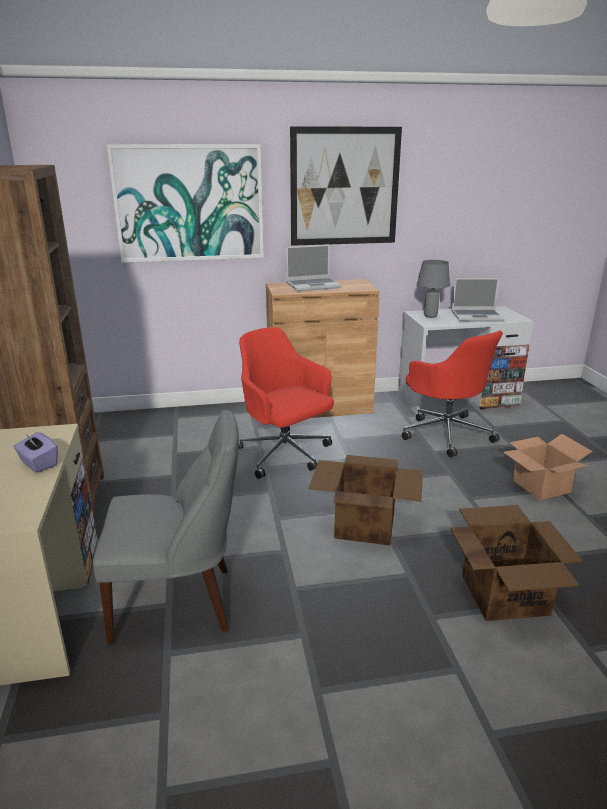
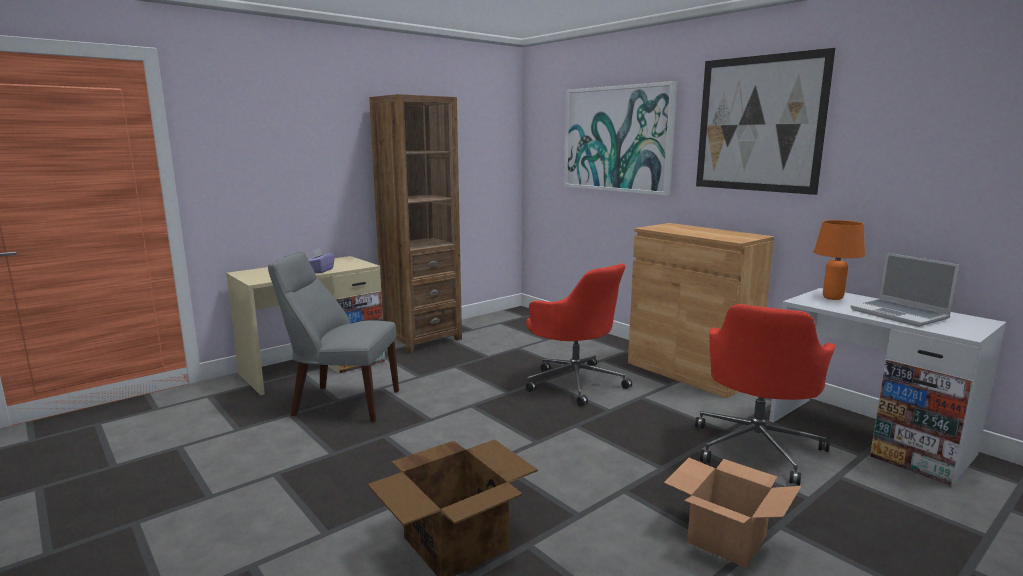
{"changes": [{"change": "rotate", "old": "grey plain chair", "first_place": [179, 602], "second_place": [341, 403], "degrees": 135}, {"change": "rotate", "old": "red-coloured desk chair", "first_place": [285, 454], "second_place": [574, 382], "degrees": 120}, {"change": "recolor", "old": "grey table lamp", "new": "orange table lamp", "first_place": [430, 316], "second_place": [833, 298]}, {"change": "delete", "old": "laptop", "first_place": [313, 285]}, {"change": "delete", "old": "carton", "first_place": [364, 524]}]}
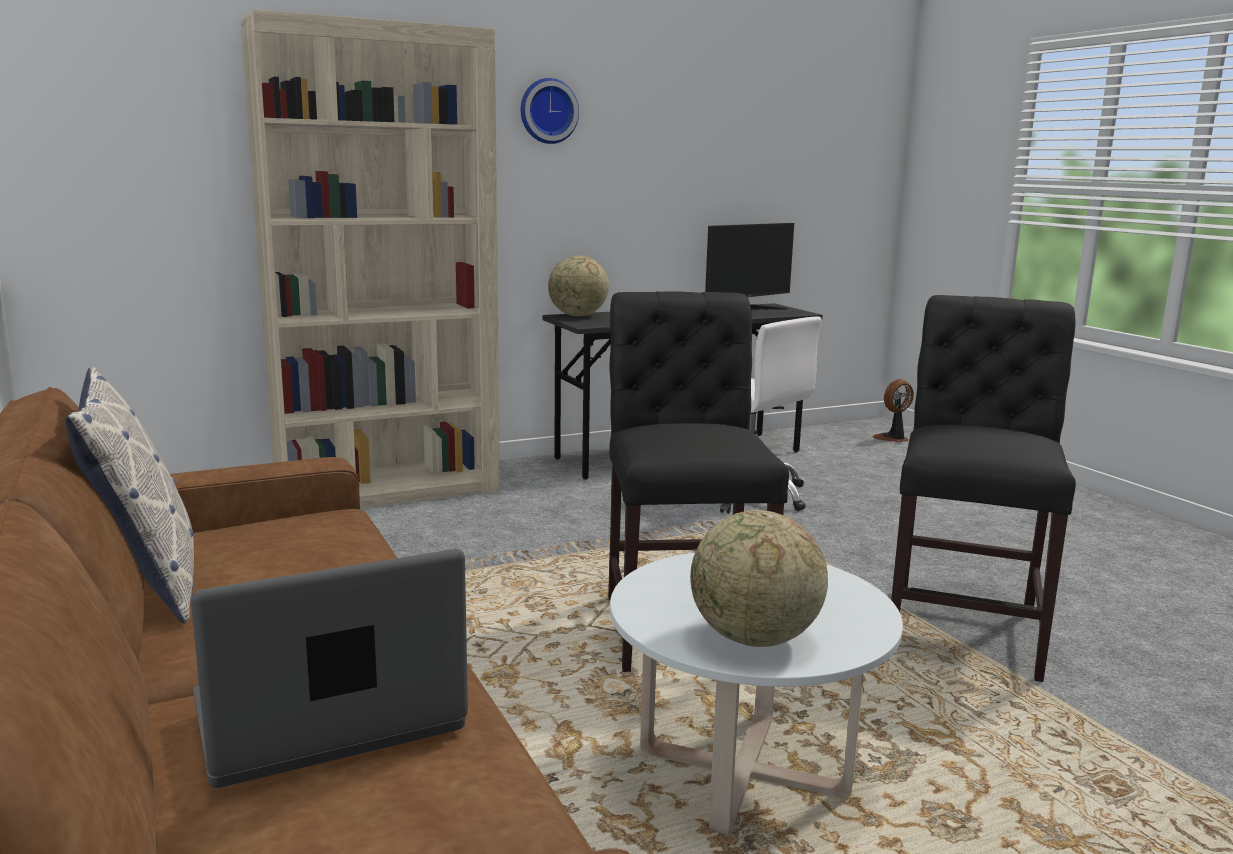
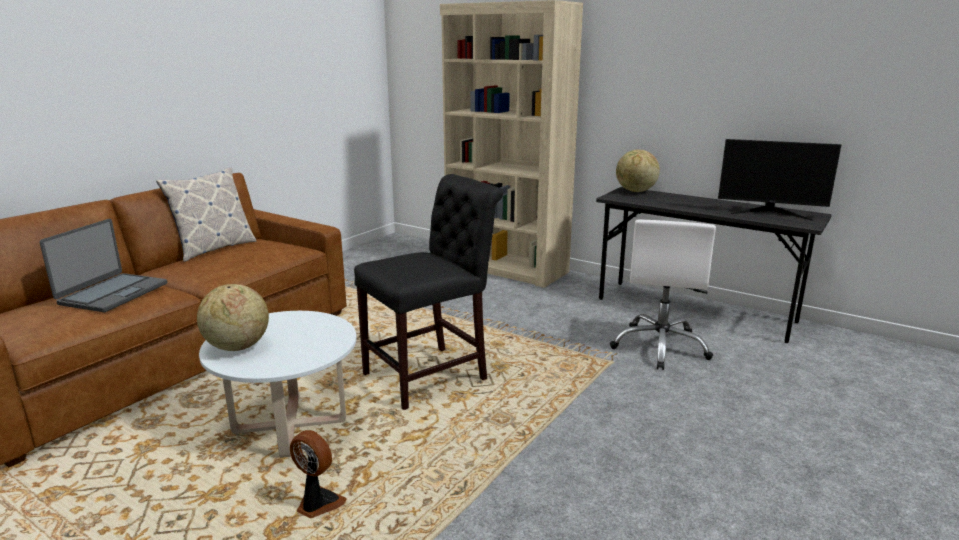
{"changes": [{"change": "rotate", "old": "laptop", "first_place": [329, 717], "second_place": [112, 294], "degrees": 75}, {"change": "move", "old": "electric fan", "first_place": [893, 439], "second_place": [318, 504]}, {"change": "delete", "old": "hanging clock", "first_place": [547, 111]}, {"change": "delete", "old": "black-coloured plain chair", "first_place": [965, 626]}]}
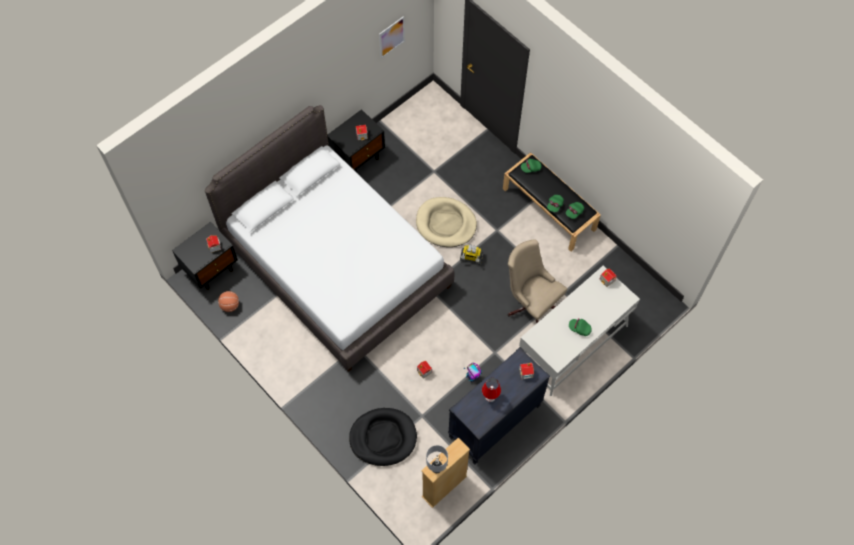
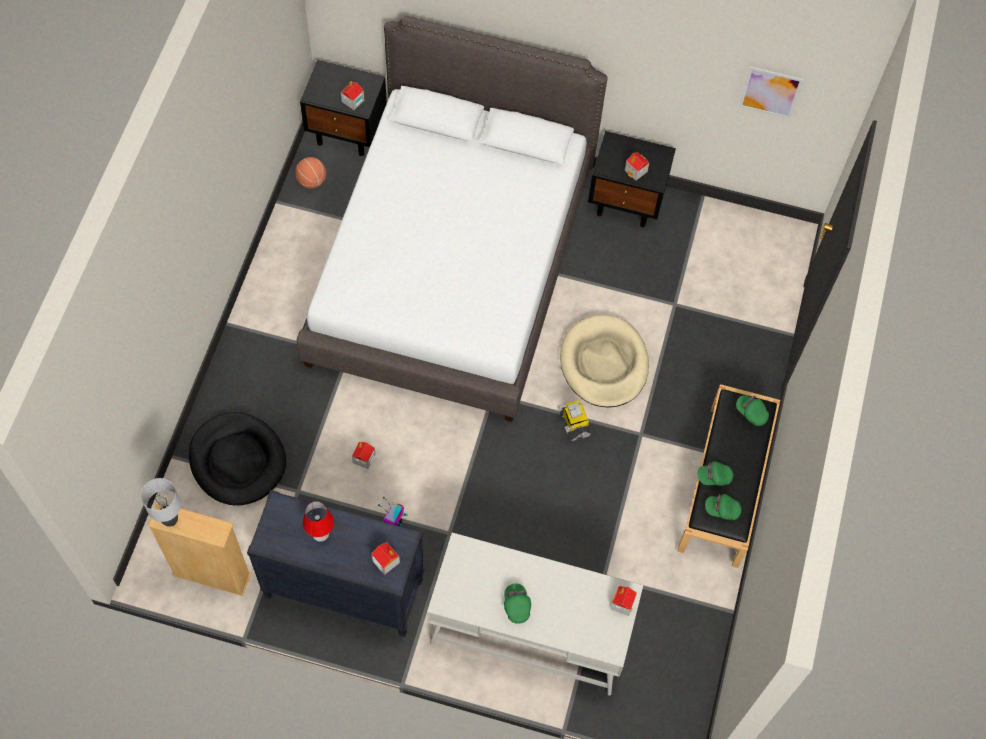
{"changes": [{"change": "delete", "old": "beige-coloured desk chair", "first_place": [531, 303]}]}
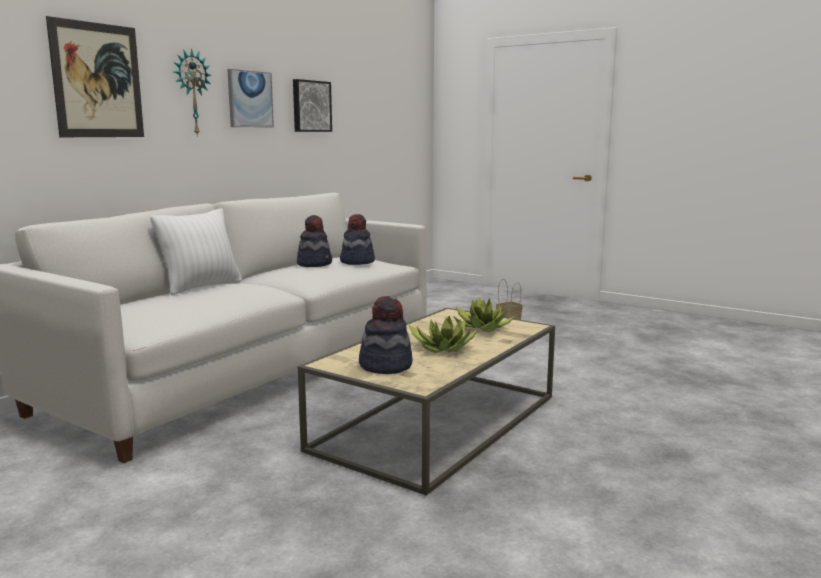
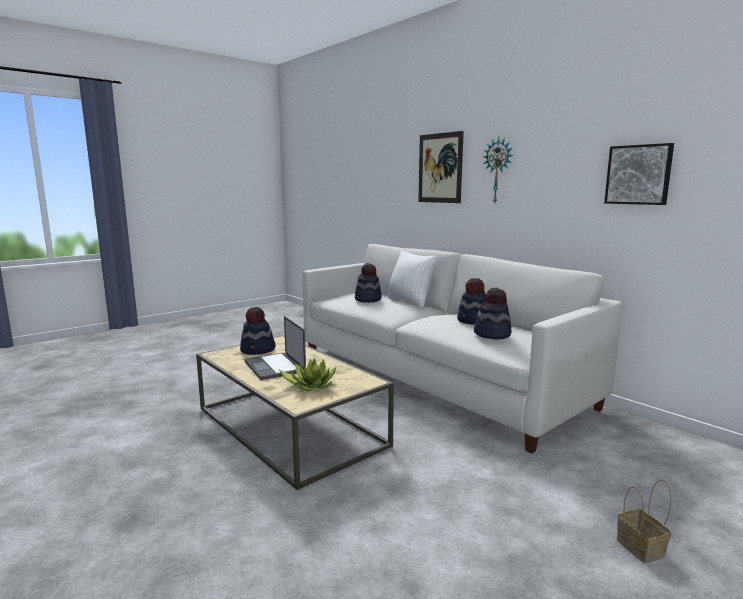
{"changes": [{"change": "replace", "old": "potted plant", "new": "laptop", "first_place": [443, 348], "second_place": [275, 366]}, {"change": "insert", "new": "hat", "second_place": [368, 299]}, {"change": "delete", "old": "picture", "first_place": [250, 99]}]}
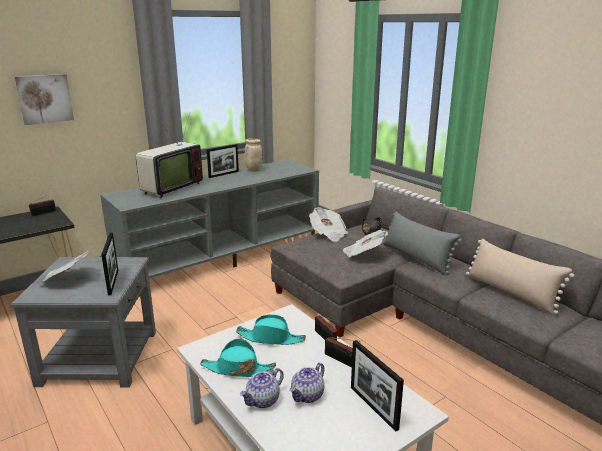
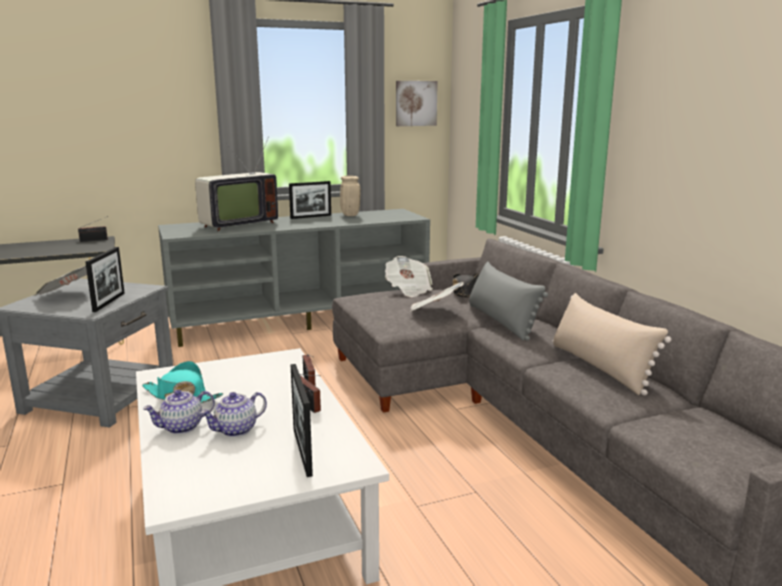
{"changes": [{"change": "move", "old": "picture", "first_place": [45, 98], "second_place": [415, 103]}, {"change": "delete", "old": "turquoise-coloured hat", "first_place": [271, 338]}]}
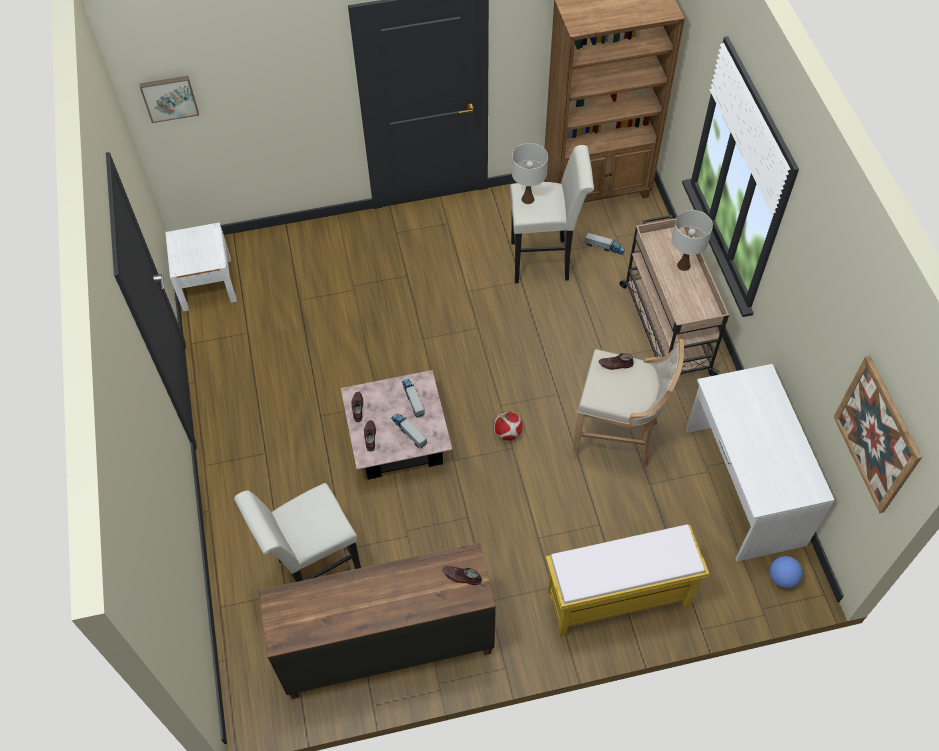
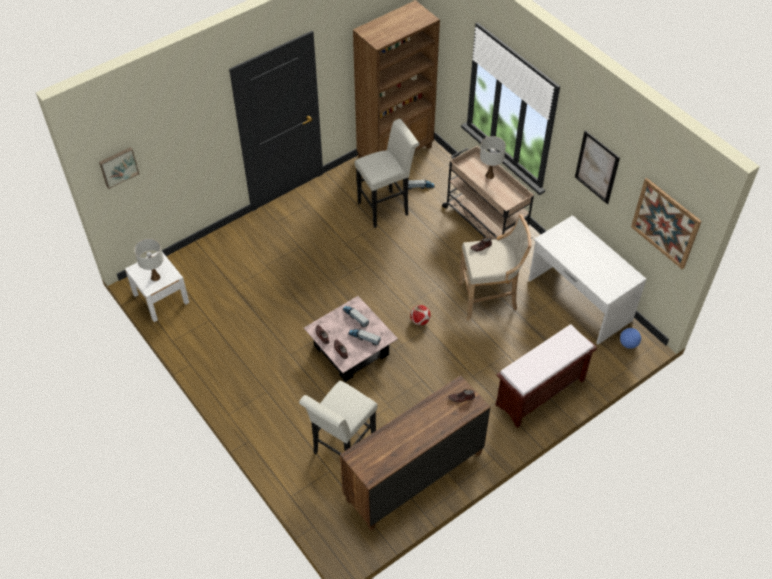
{"changes": [{"change": "move", "old": "white-coloured table lamp", "first_place": [528, 199], "second_place": [155, 277]}, {"change": "recolor", "old": "yellowish bench", "new": "brownish bench", "first_place": [616, 600], "second_place": [539, 393]}, {"change": "insert", "new": "picture", "second_place": [597, 167]}]}
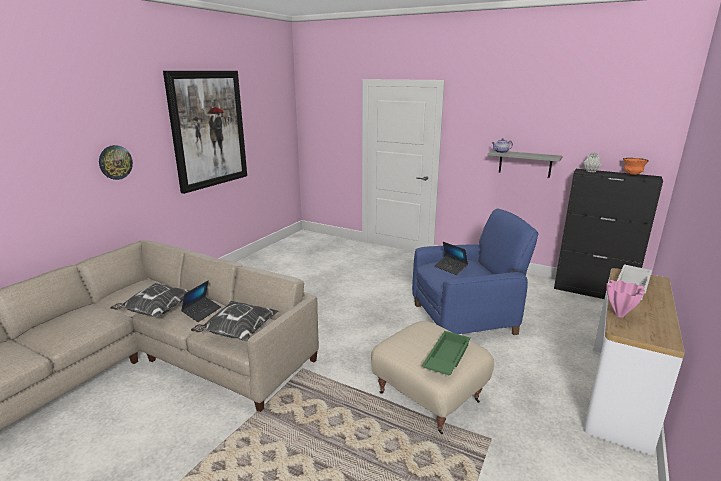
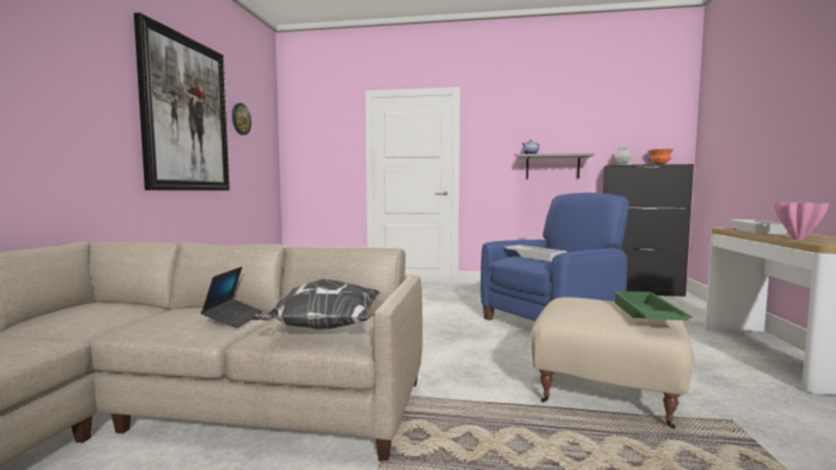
{"changes": [{"change": "move", "old": "hanging clock", "first_place": [115, 162], "second_place": [240, 119]}, {"change": "replace", "old": "laptop", "new": "white-coloured tray", "first_place": [450, 268], "second_place": [535, 256]}, {"change": "delete", "old": "pillow", "first_place": [156, 311]}]}
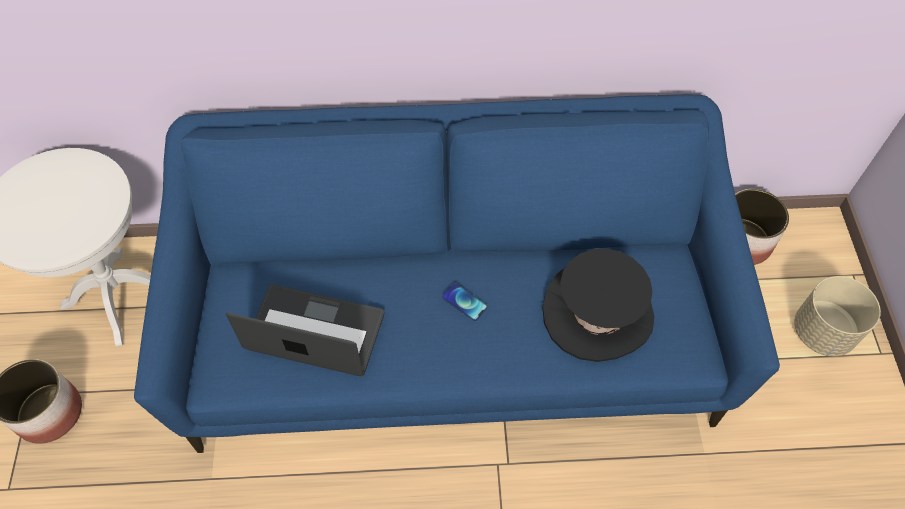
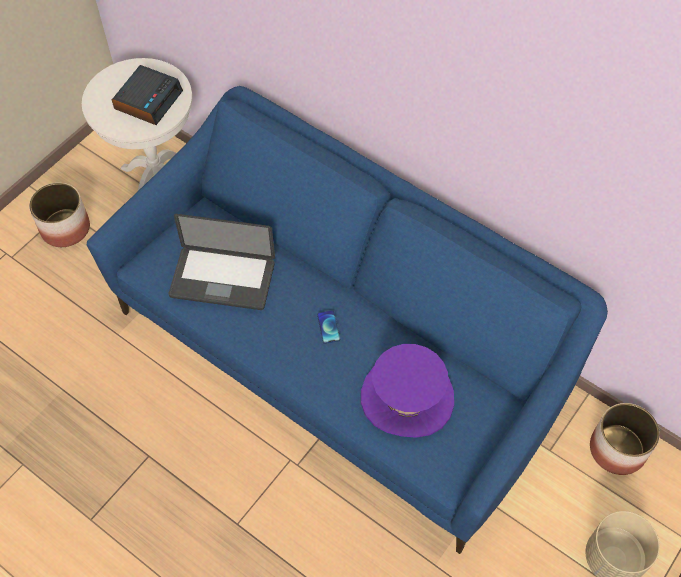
{"changes": [{"change": "insert", "new": "alarm clock", "second_place": [148, 100]}, {"change": "rotate", "old": "laptop", "first_place": [315, 332], "second_place": [222, 279], "degrees": 135}, {"change": "recolor", "old": "black-coloured hat", "new": "purple-coloured hat", "first_place": [597, 314], "second_place": [407, 398]}]}
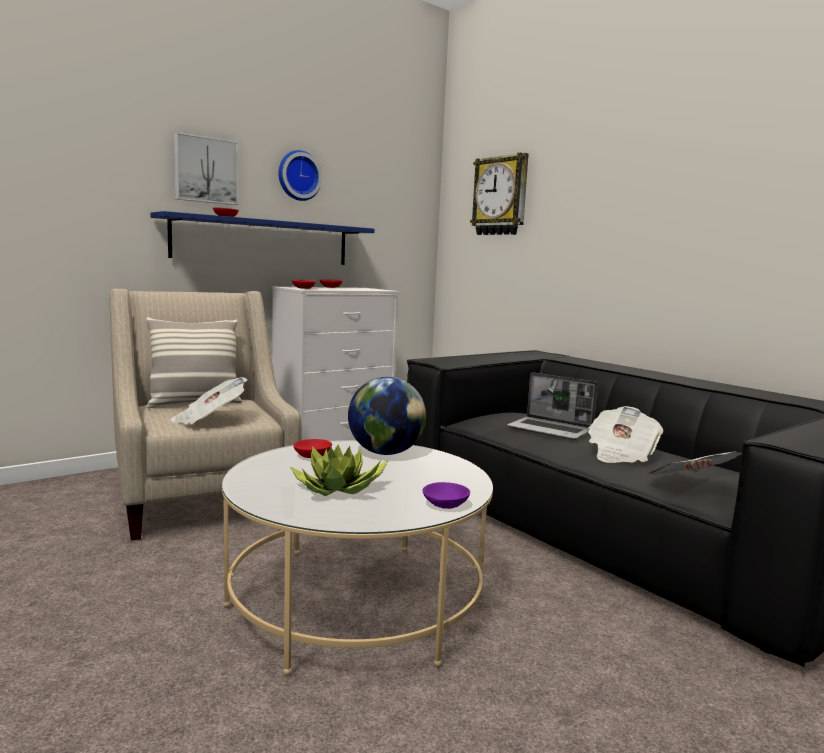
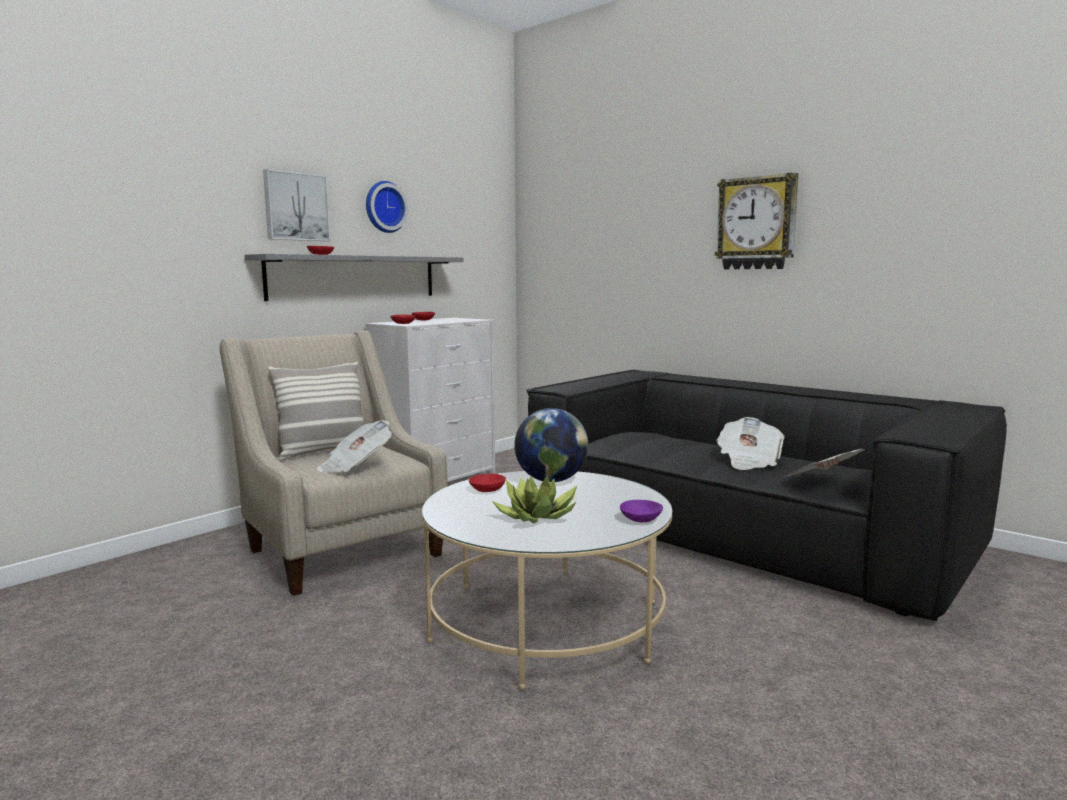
{"changes": [{"change": "recolor", "old": "blue-coloured wall shelf", "new": "grey wall shelf", "first_place": [264, 241], "second_place": [355, 277]}, {"change": "move", "old": "hanging clock", "first_place": [500, 196], "second_place": [756, 223]}, {"change": "delete", "old": "laptop", "first_place": [551, 430]}]}
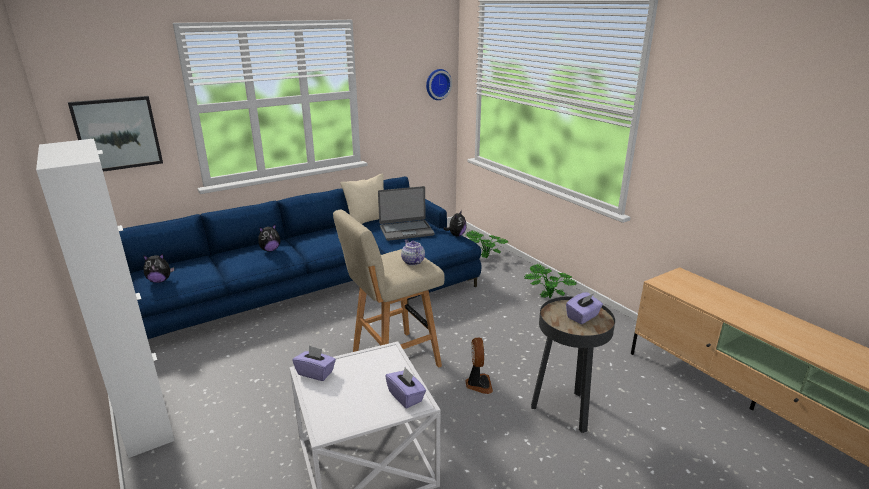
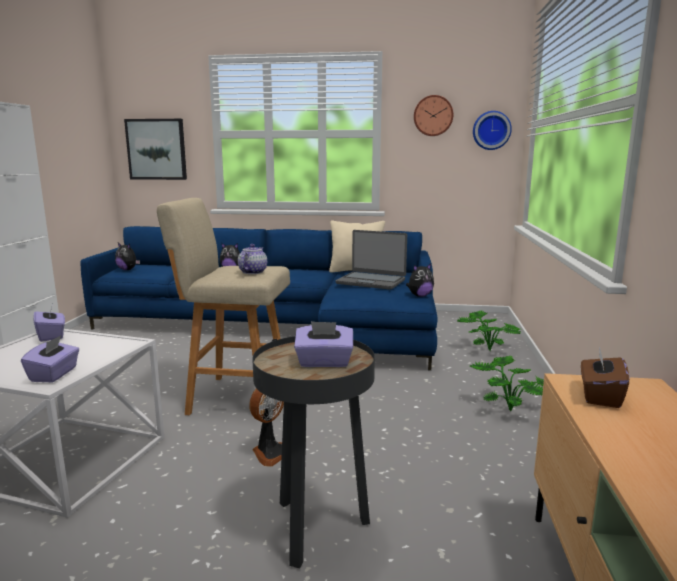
{"changes": [{"change": "insert", "new": "hanging clock", "second_place": [433, 116]}, {"change": "insert", "new": "brownish tissue box", "second_place": [600, 396]}]}
